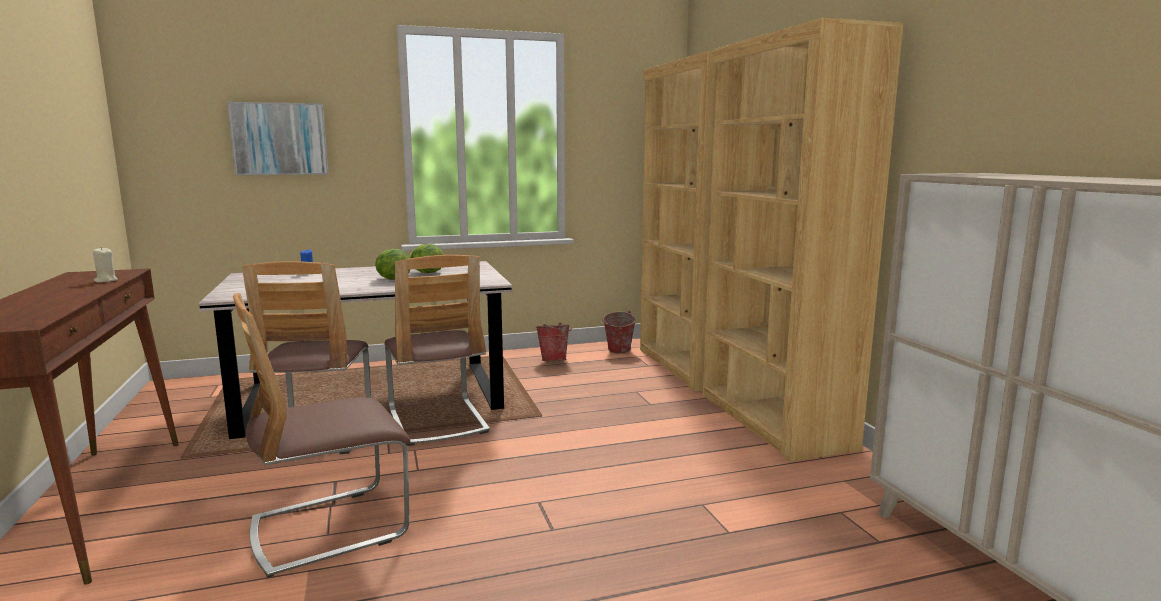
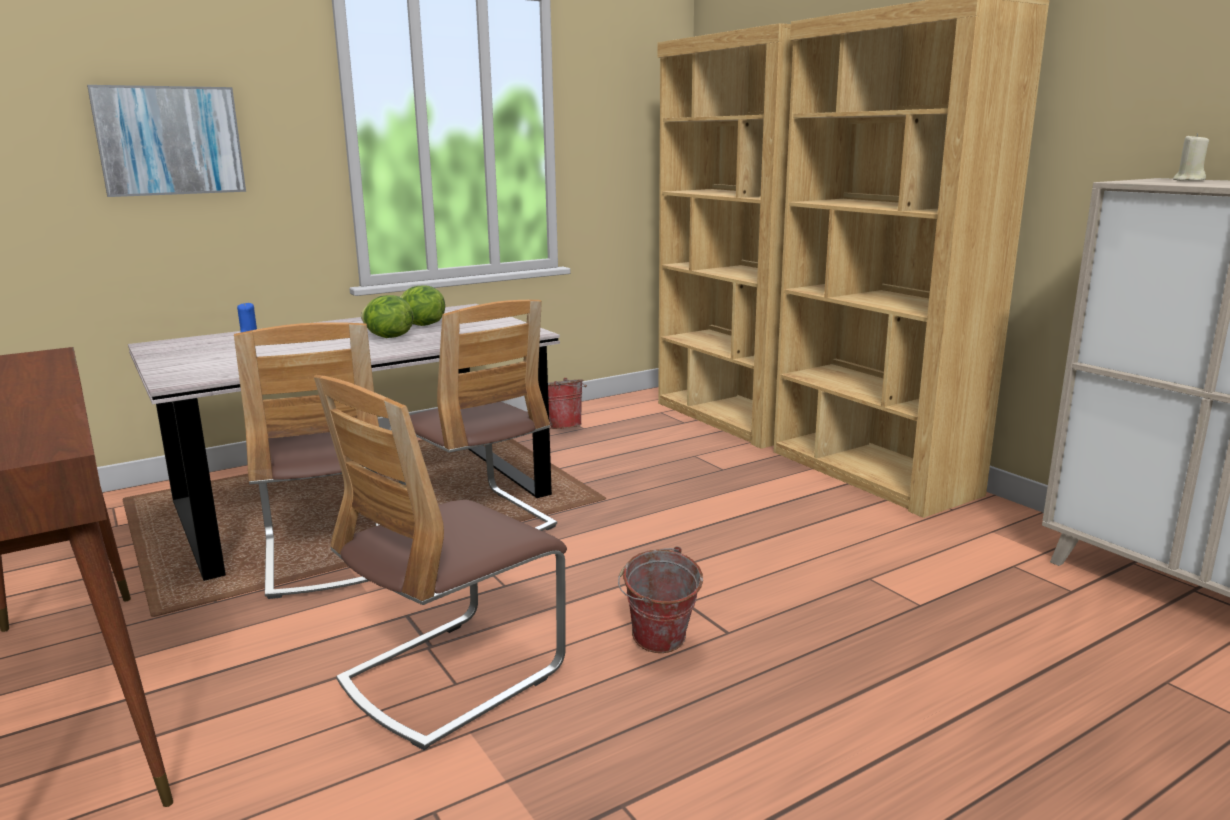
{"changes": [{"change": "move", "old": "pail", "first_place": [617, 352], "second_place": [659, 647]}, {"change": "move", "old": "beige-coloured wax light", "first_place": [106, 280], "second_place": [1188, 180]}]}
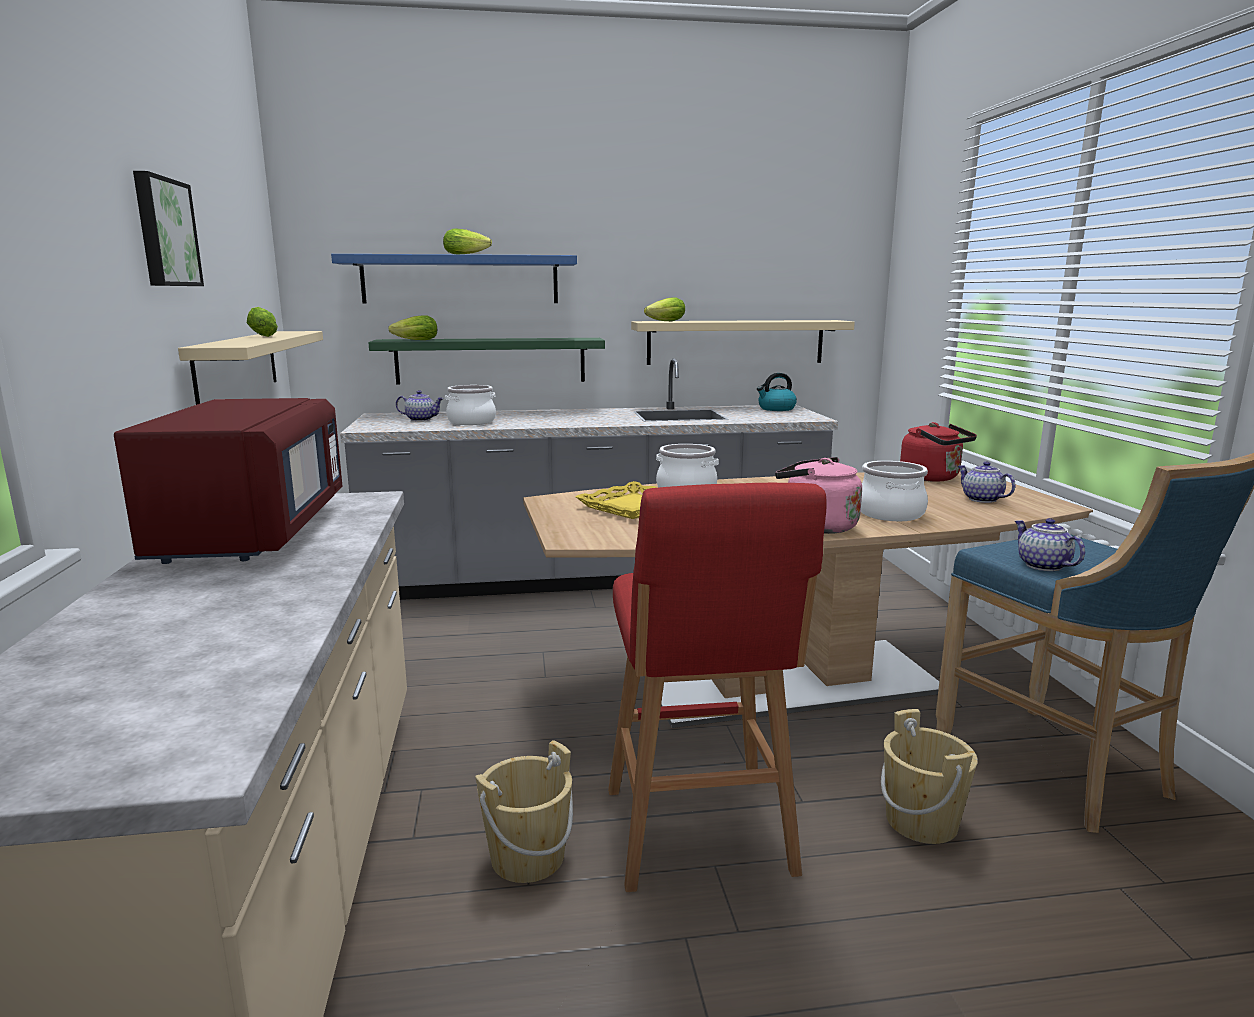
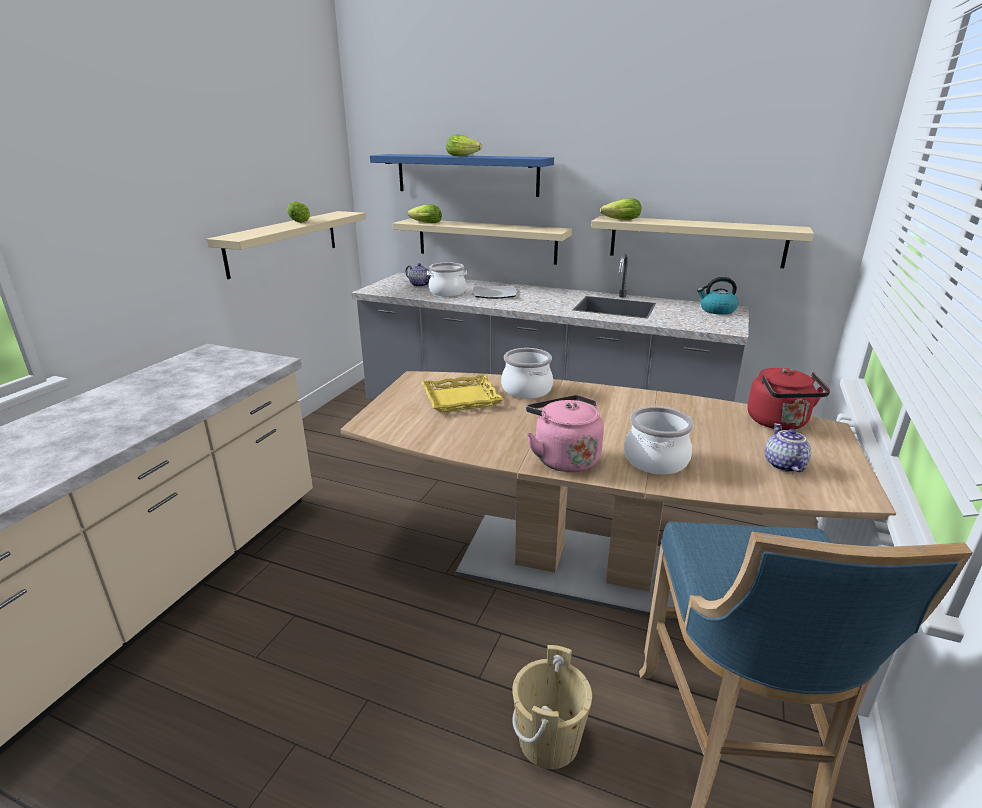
{"changes": [{"change": "recolor", "old": "greenish wall shelf", "new": "beige-coloured wall shelf", "first_place": [491, 360], "second_place": [486, 241]}, {"change": "insert", "new": "dinner plate", "second_place": [494, 294]}, {"change": "delete", "old": "red-coloured kitchen microwave", "first_place": [252, 533]}, {"change": "delete", "old": "picture", "first_place": [164, 232]}, {"change": "delete", "old": "beige-coloured pail", "first_place": [527, 857]}, {"change": "delete", "old": "red-coloured stool", "first_place": [699, 835]}, {"change": "delete", "old": "pot for tea", "first_place": [1042, 566]}]}
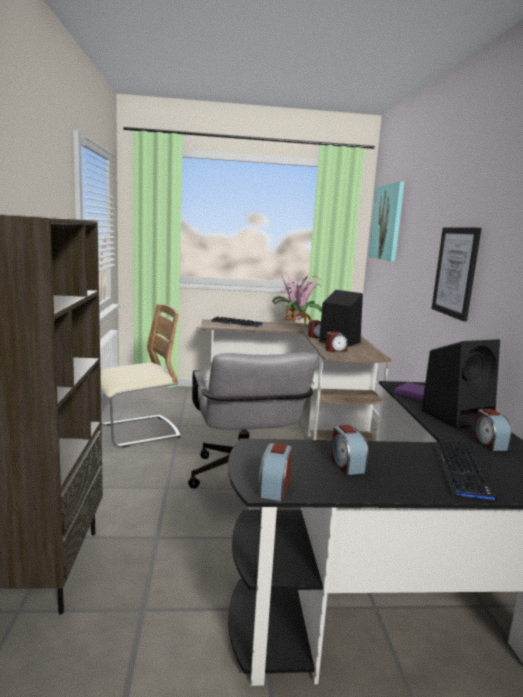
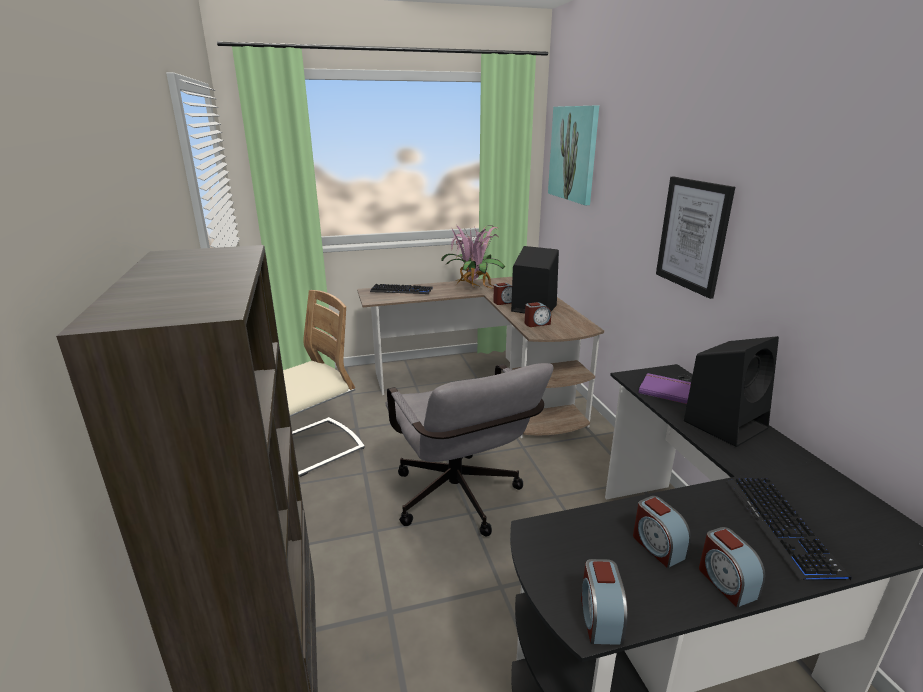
{"changes": [{"change": "move", "old": "alarm clock", "first_place": [489, 443], "second_place": [726, 582]}]}
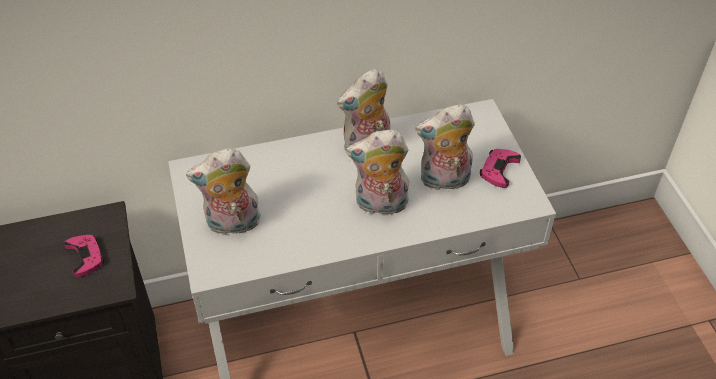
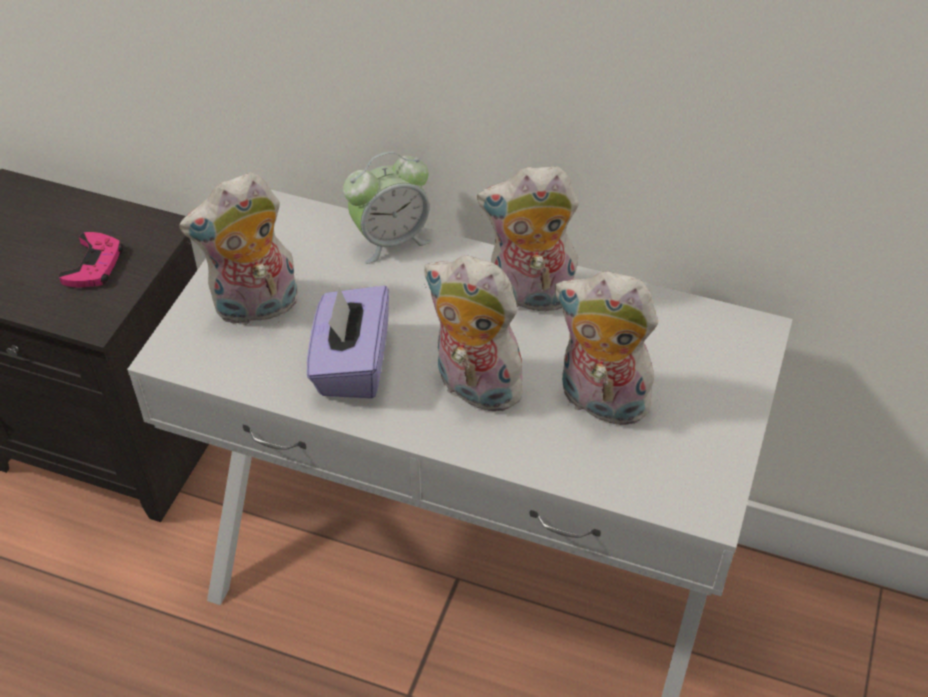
{"changes": [{"change": "rotate", "old": "cuddly toy", "first_place": [232, 225], "second_place": [256, 308], "degrees": -45}, {"change": "insert", "new": "purple-coloured tissue box", "second_place": [351, 364]}, {"change": "insert", "new": "alarm clock", "second_place": [390, 240]}, {"change": "delete", "old": "pink-coloured joypad", "first_place": [499, 170]}]}
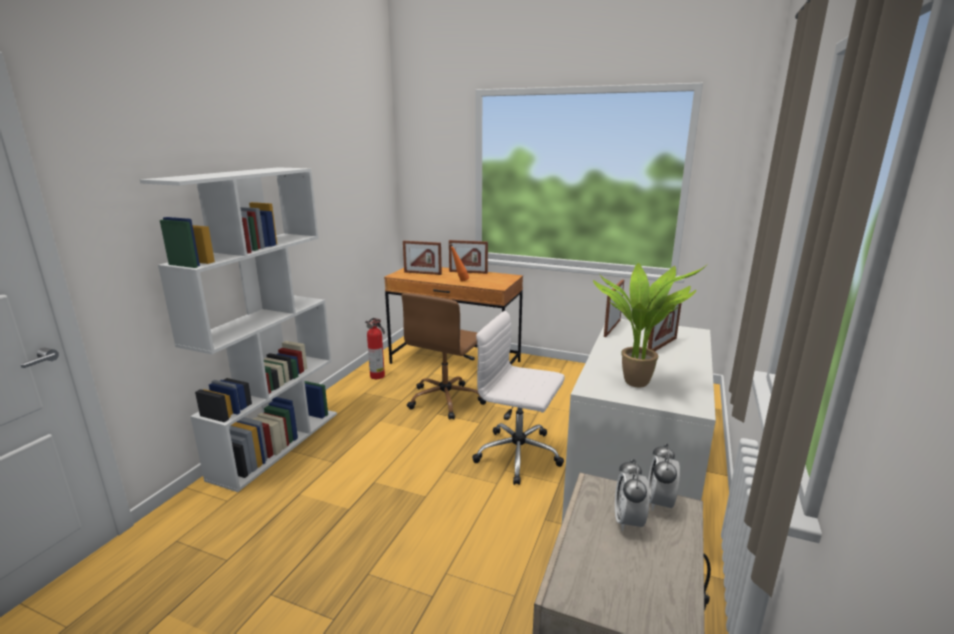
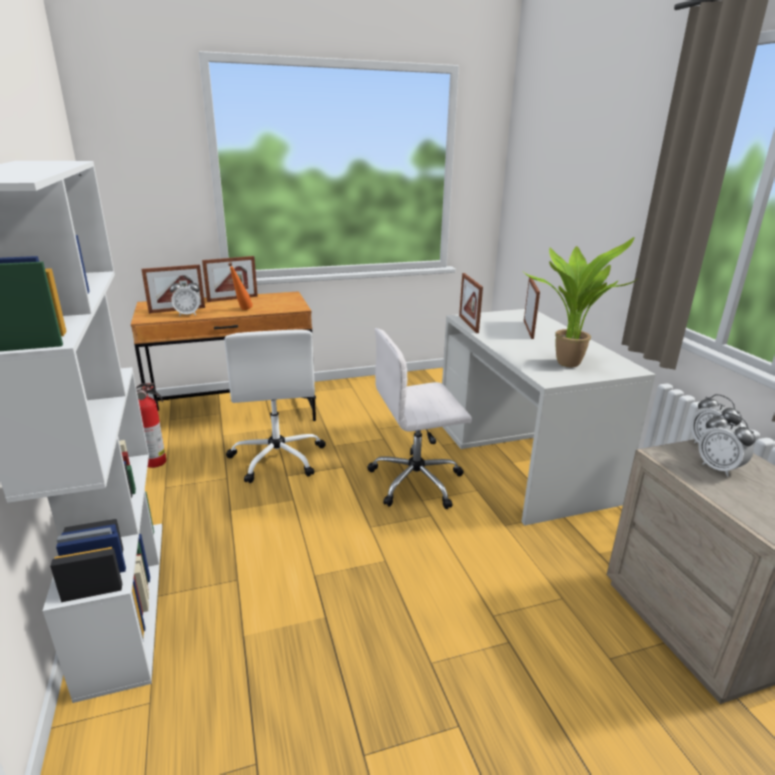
{"changes": [{"change": "insert", "new": "alarm clock", "second_place": [188, 314]}, {"change": "recolor", "old": "brownish desk chair", "new": "white-coloured desk chair", "first_place": [446, 400], "second_place": [278, 457]}]}
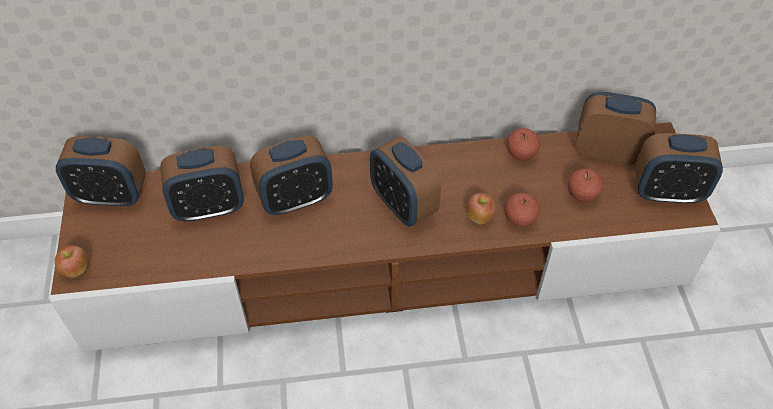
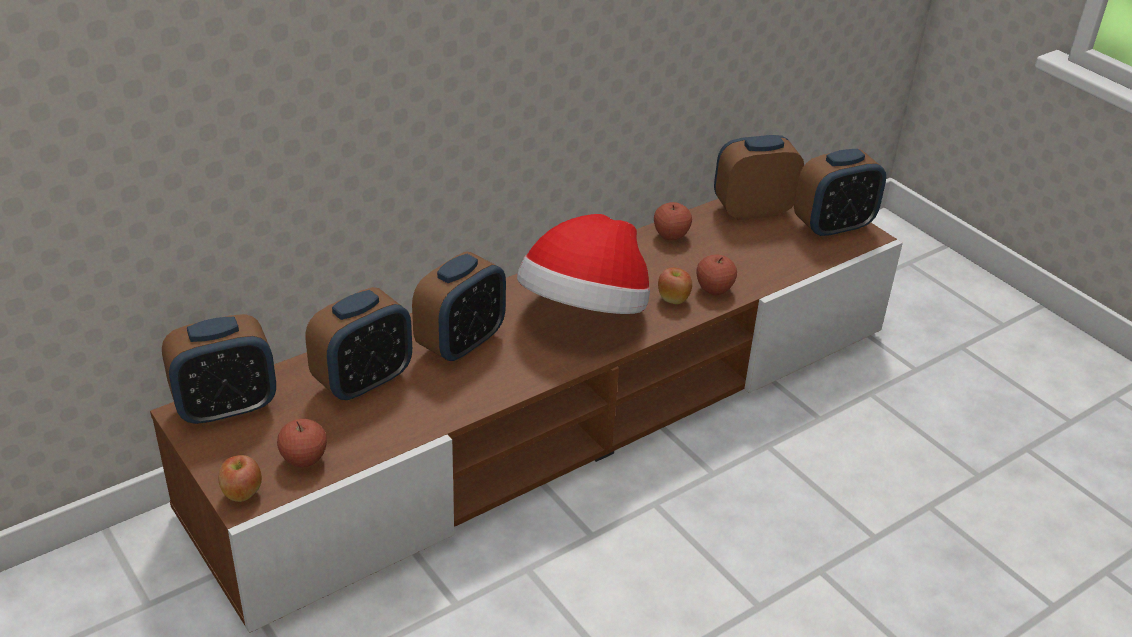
{"changes": [{"change": "move", "old": "whole apple", "first_place": [582, 195], "second_place": [304, 459]}, {"change": "replace", "old": "alarm clock", "new": "hat", "first_place": [403, 205], "second_place": [585, 313]}]}
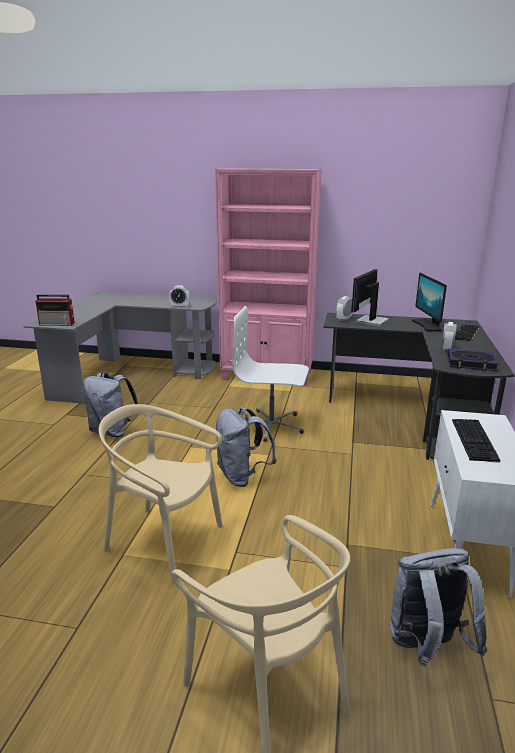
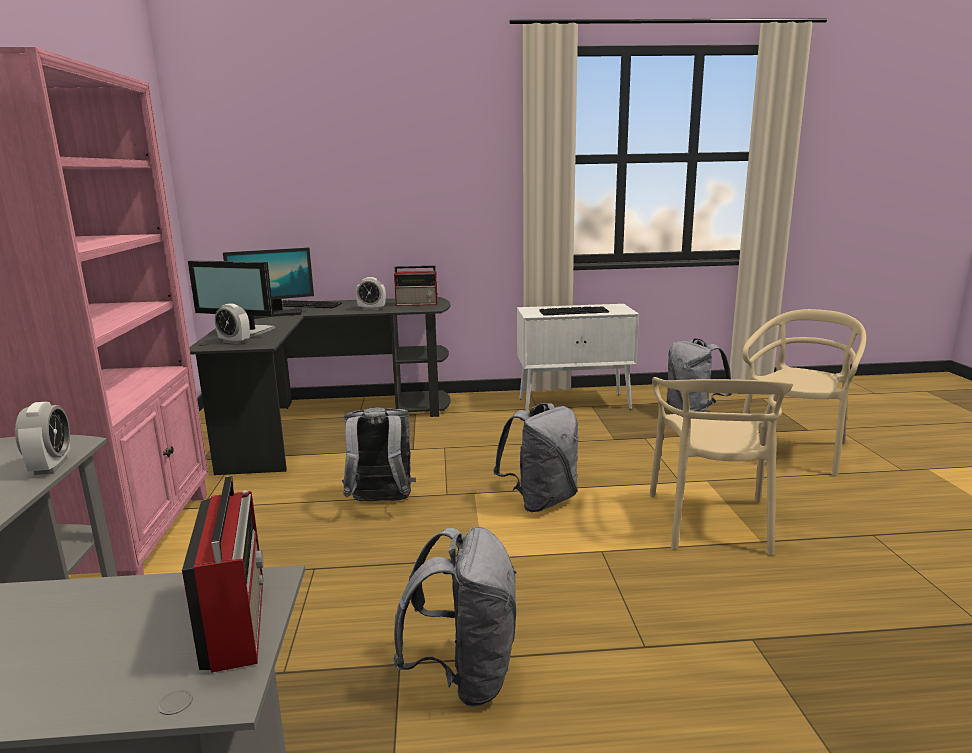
{"changes": [{"change": "replace", "old": "white-coloured desk chair", "new": "grey backpack", "first_place": [271, 425], "second_place": [381, 503]}, {"change": "replace", "old": "bound book", "new": "radio set", "first_place": [471, 363], "second_place": [418, 304]}]}
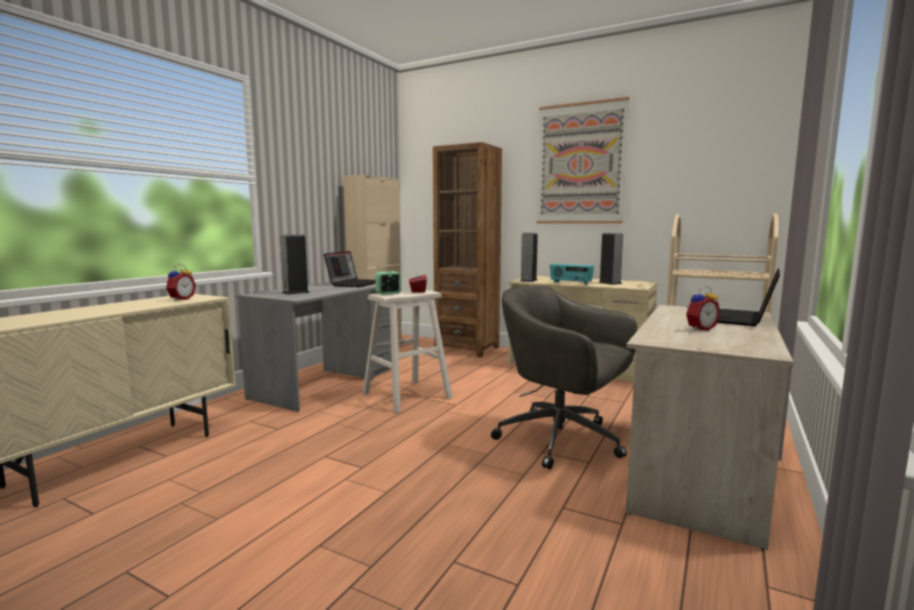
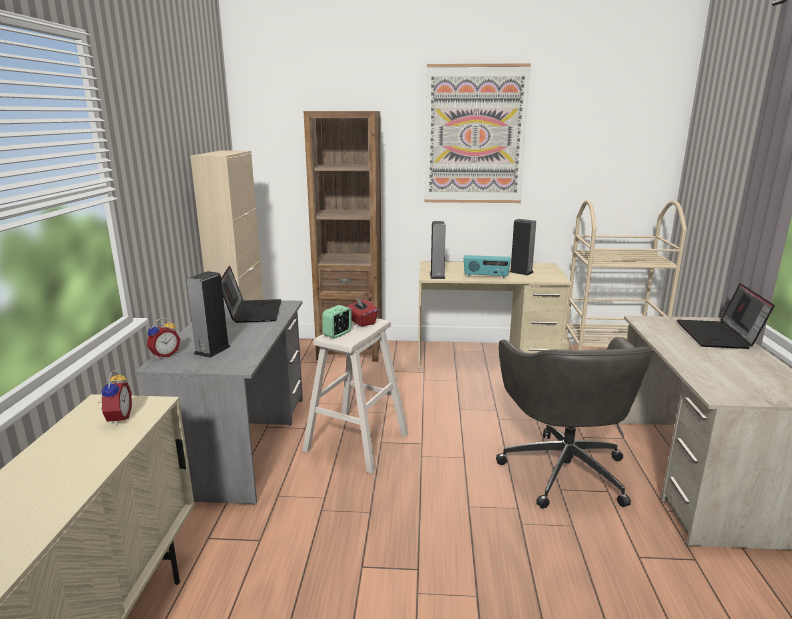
{"changes": [{"change": "move", "old": "alarm clock", "first_place": [699, 329], "second_place": [164, 355]}, {"change": "rotate", "old": "grey desk chair", "first_place": [563, 440], "second_place": [563, 469], "degrees": -105}]}
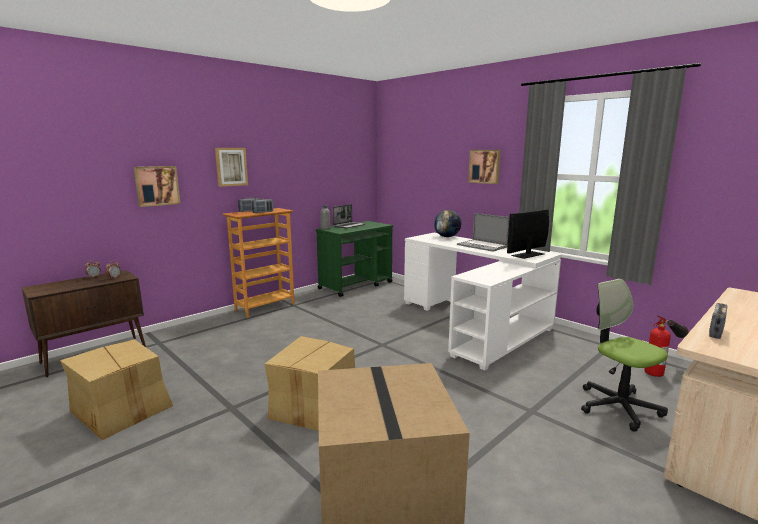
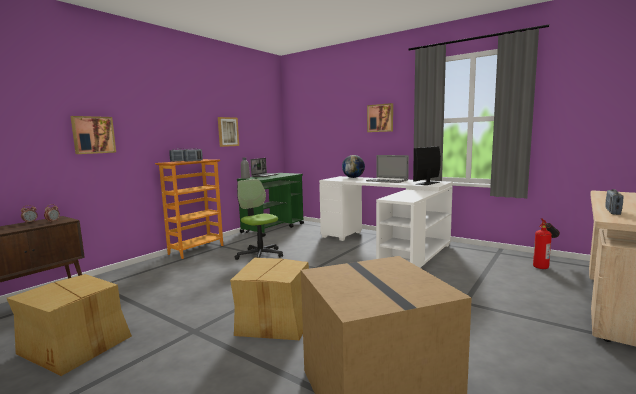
{"changes": [{"change": "move", "old": "picture", "first_place": [231, 166], "second_place": [228, 131]}, {"change": "move", "old": "desk chair", "first_place": [618, 407], "second_place": [260, 255]}]}
